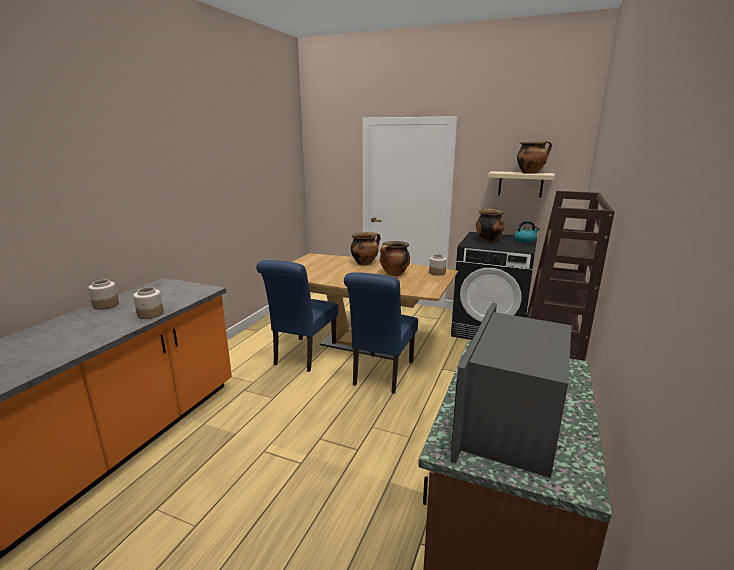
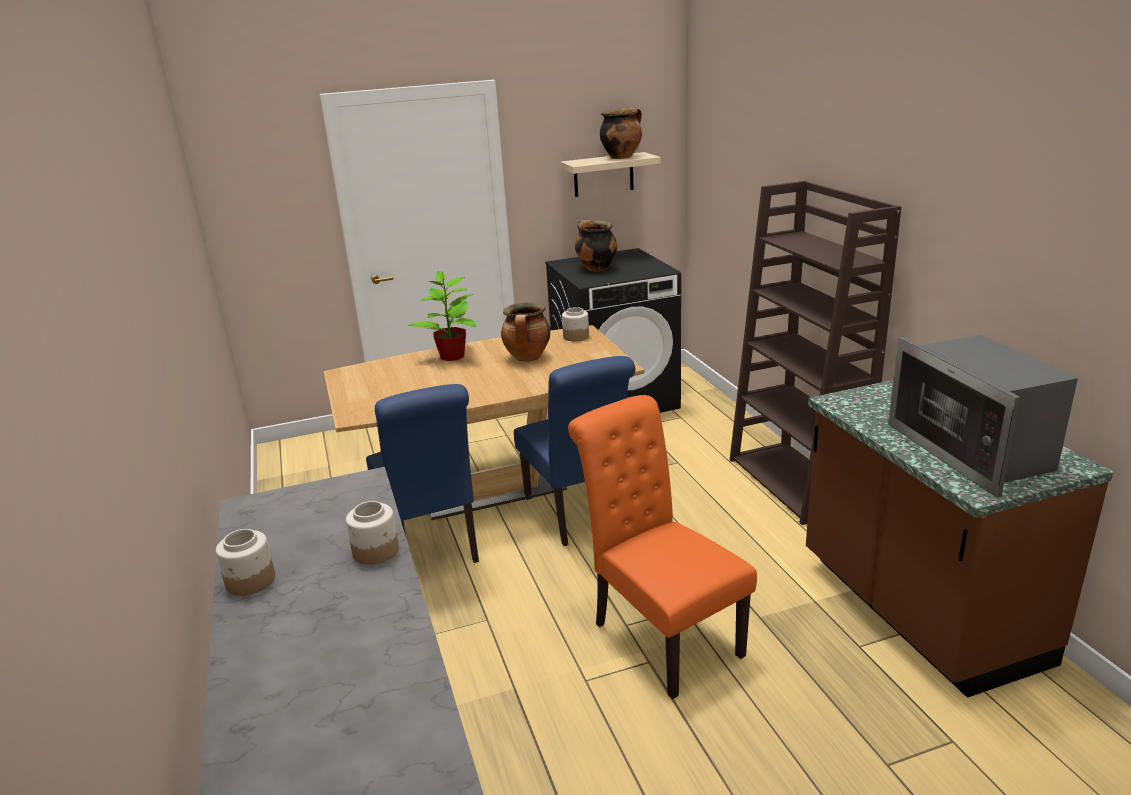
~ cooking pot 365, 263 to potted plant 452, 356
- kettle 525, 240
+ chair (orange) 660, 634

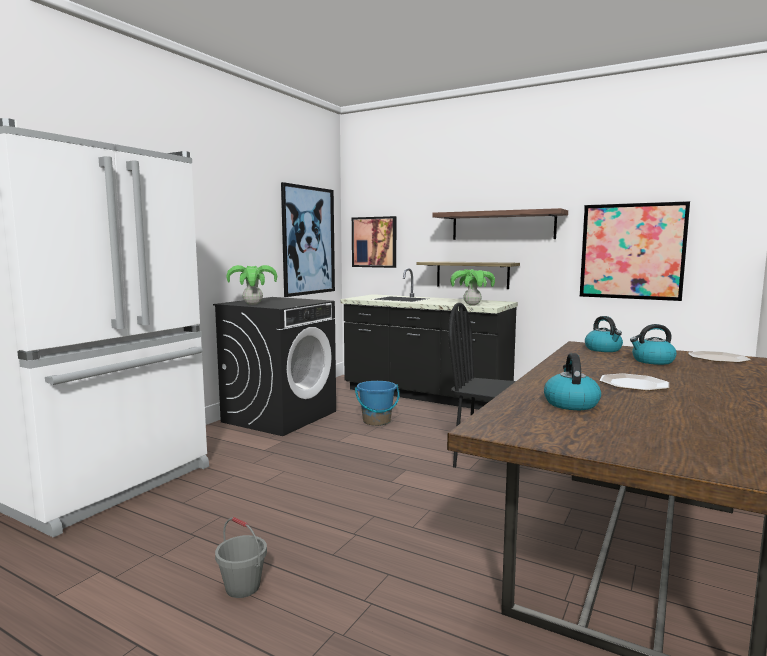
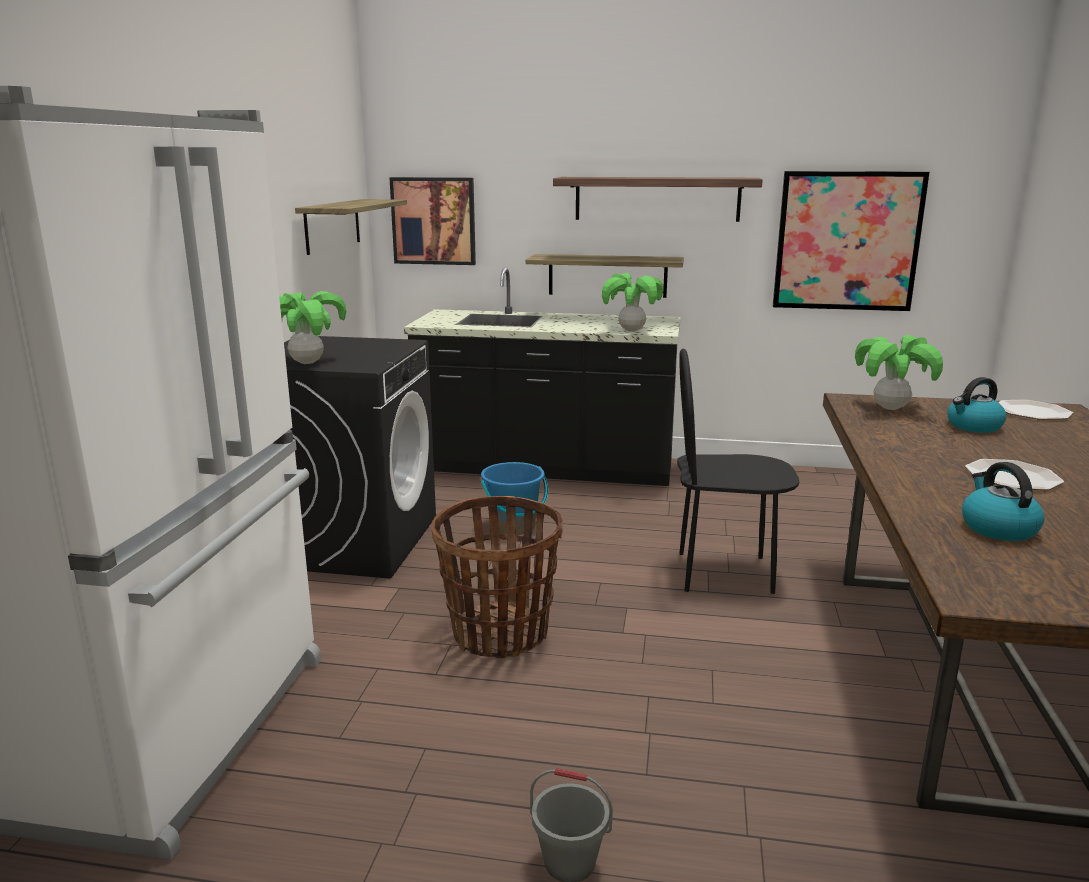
~ picture 308, 240 to shelf 332, 225
~ kettle 603, 349 to potted plant 890, 408
+ basket 500, 634

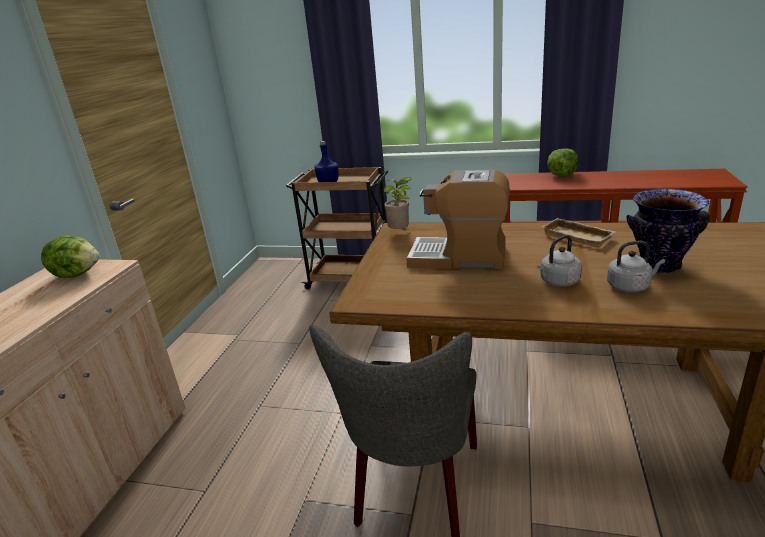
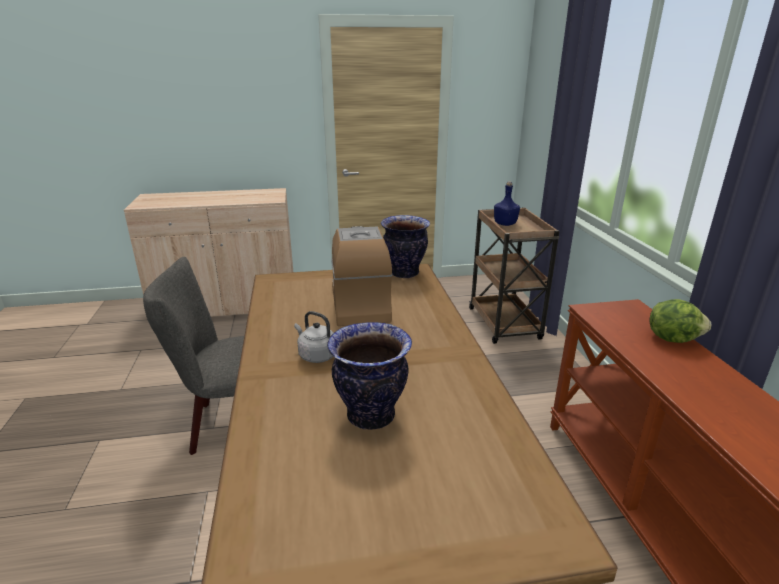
- lettuce 77, 274
~ potted plant 400, 233 to vase 405, 273
- tray (beige) 578, 236
- kettle (grey) 630, 286

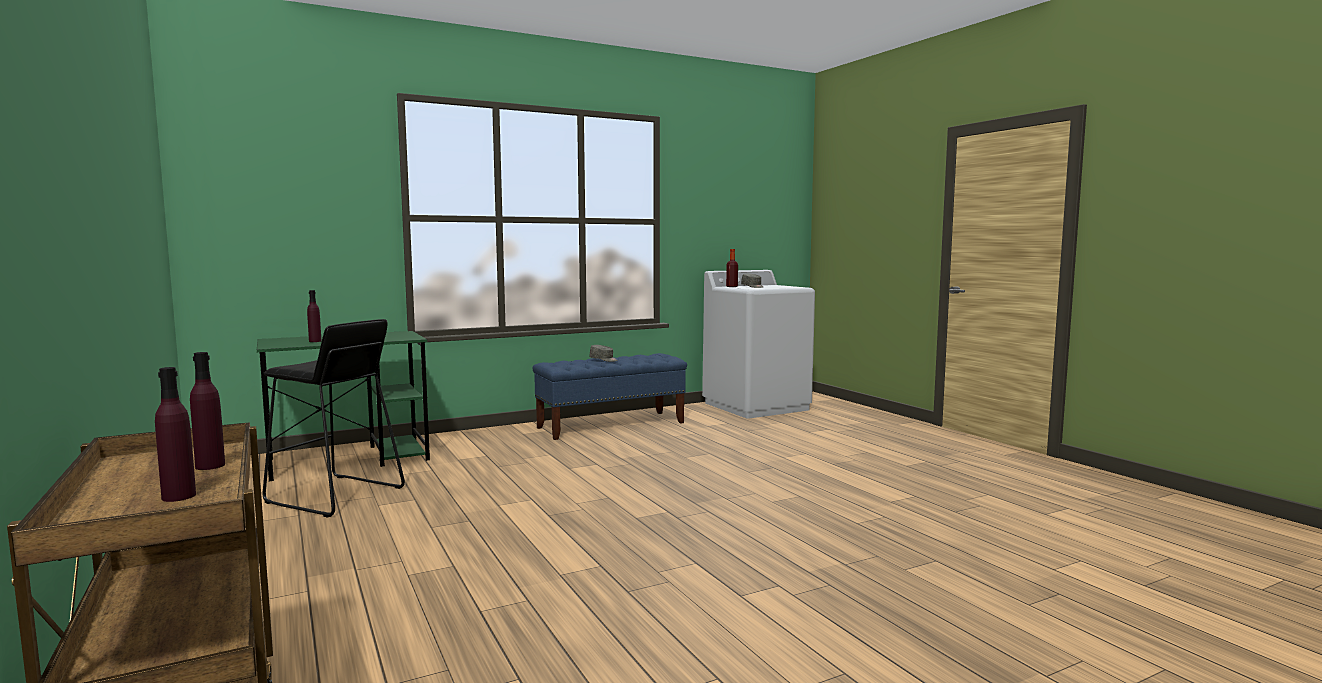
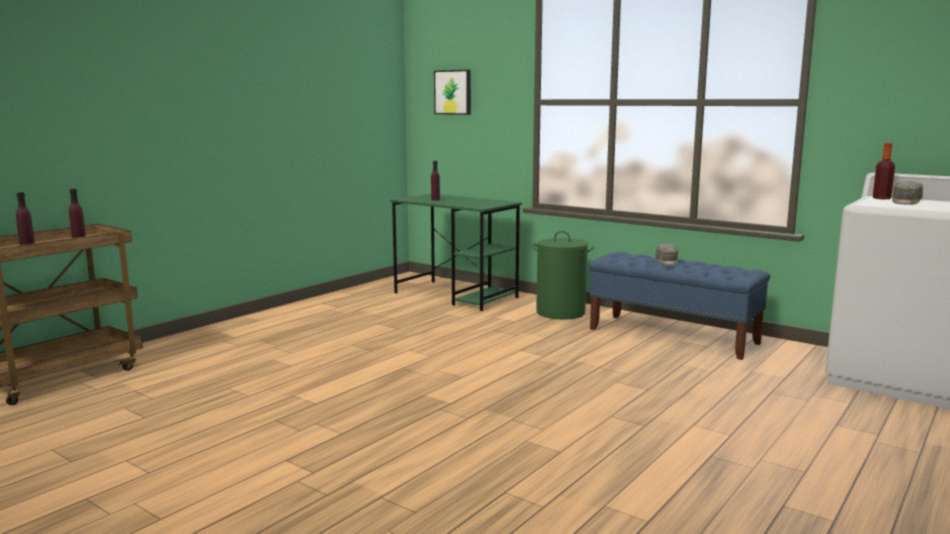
- stool (black) 335, 496
+ picture 453, 92
+ laundry basket (green) 561, 312

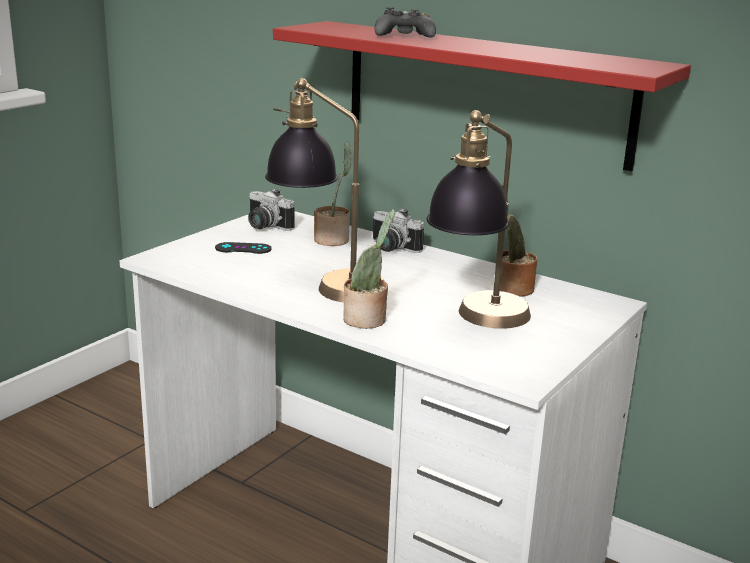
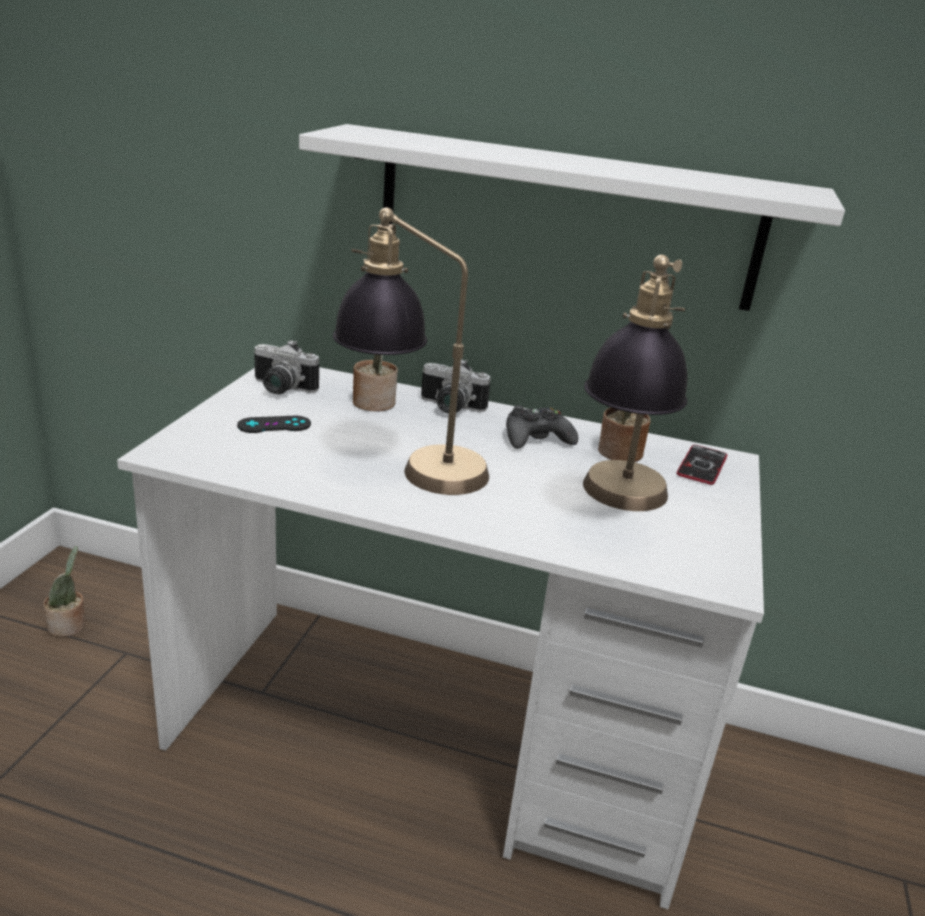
~ shelf (red) 484, 92 to shelf (white) 566, 218
~ potted plant 367, 320 to 69, 626
~ game controller (black) 404, 36 to 536, 439
+ phone 702, 466

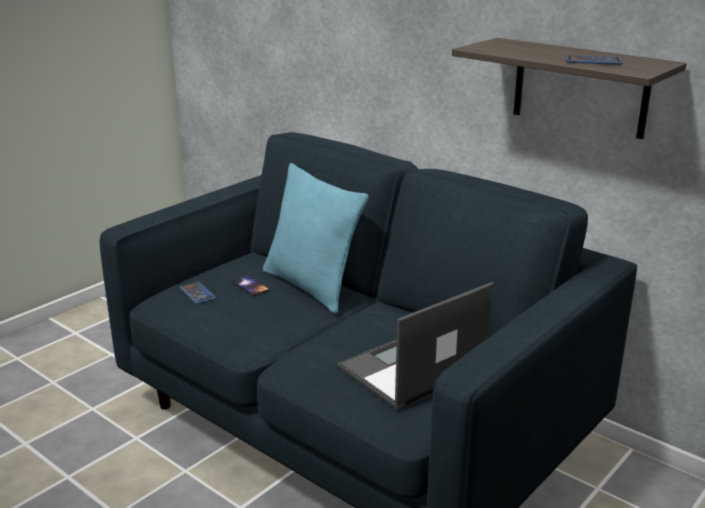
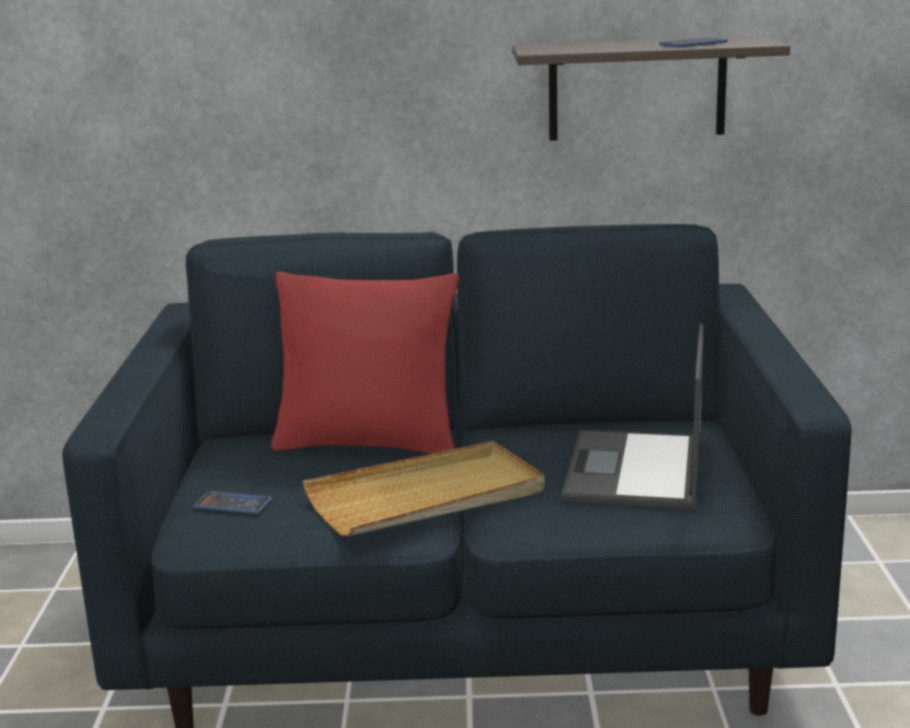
- phone 250, 286
~ pillow (turquoise) 311, 286 to pillow (red) 368, 444
+ tray (beige) 427, 497

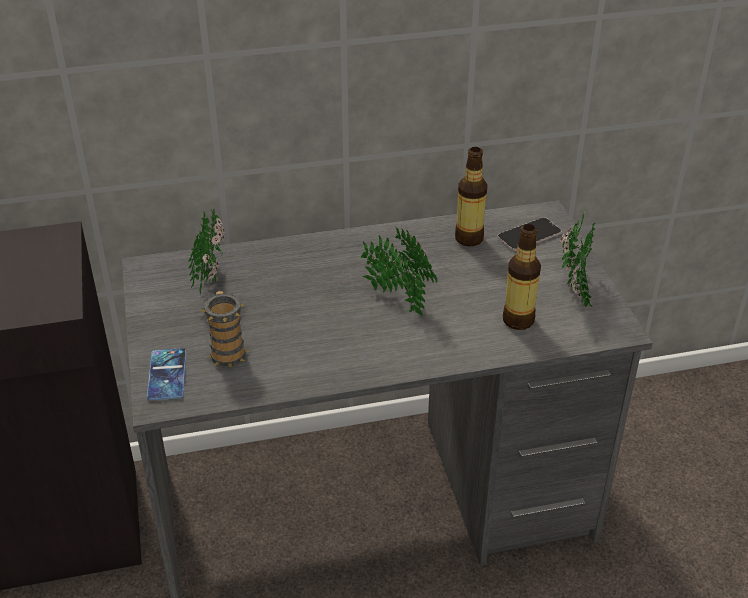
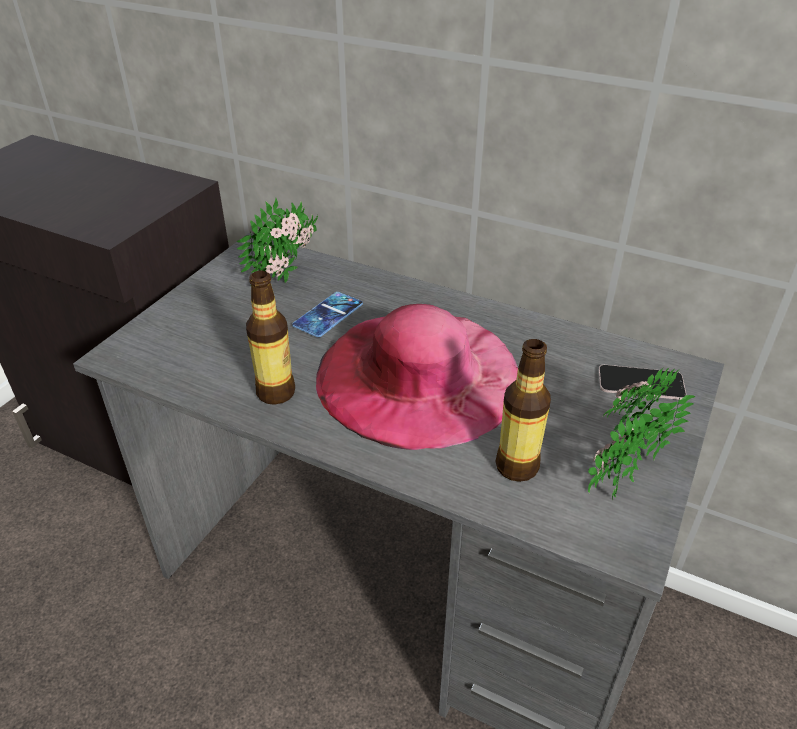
~ phone 167, 374 to 328, 315
- mug 227, 351
~ potted plant 397, 298 to hat (pink) 419, 375
~ bottle 469, 238 to 276, 392

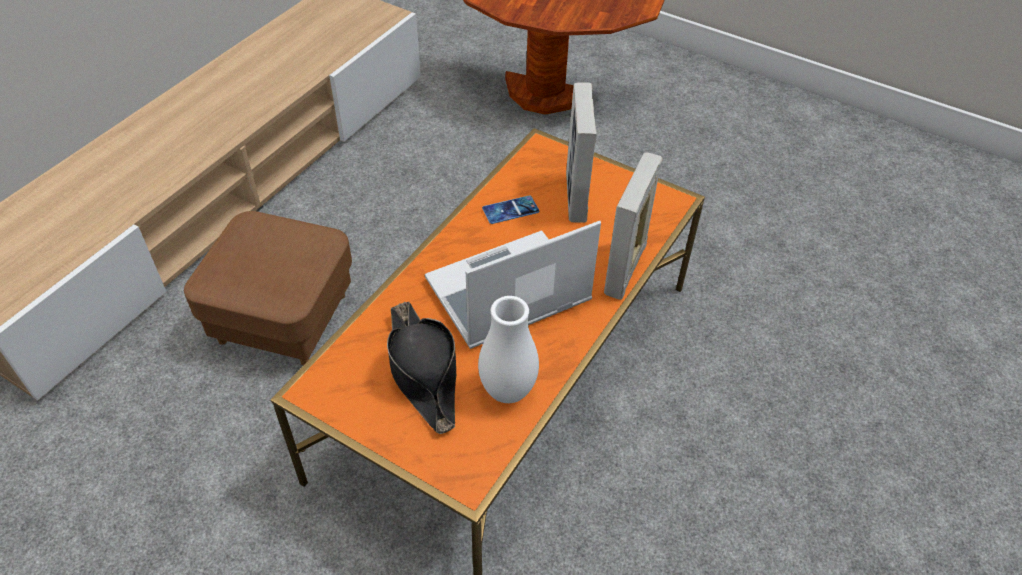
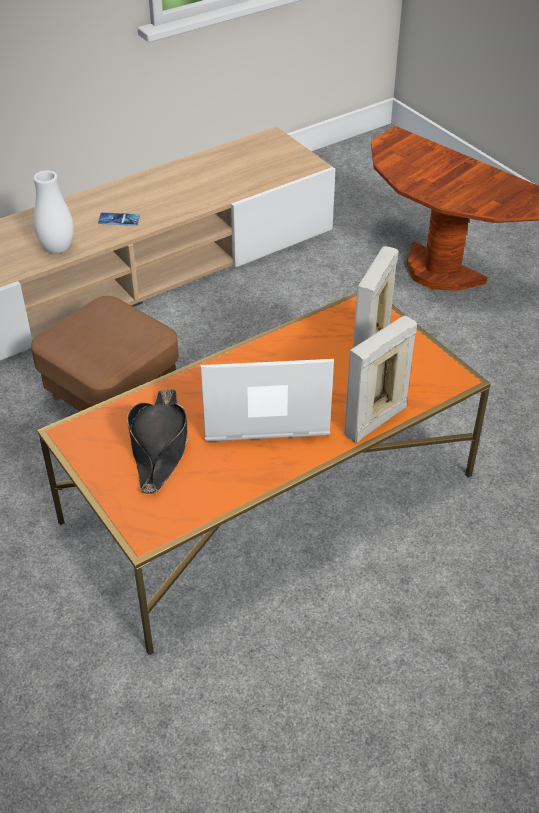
~ vase (white) 508, 391 to 57, 249
~ phone 510, 210 to 119, 219

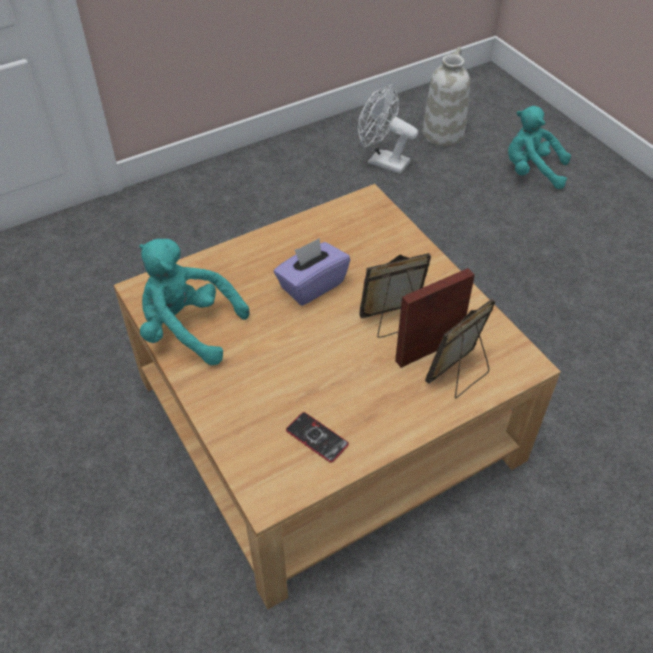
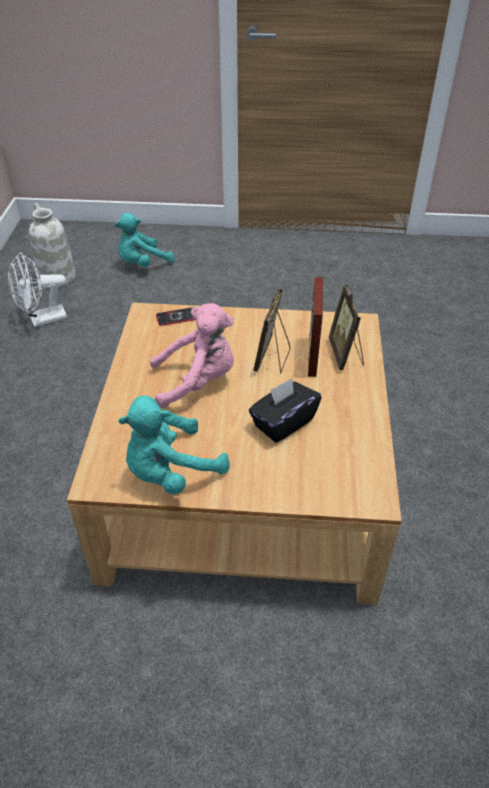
~ tissue box (purple) 311, 285 to plush toy (pink) 198, 381
~ phone 317, 437 to 177, 317
+ tissue box (black) 283, 423

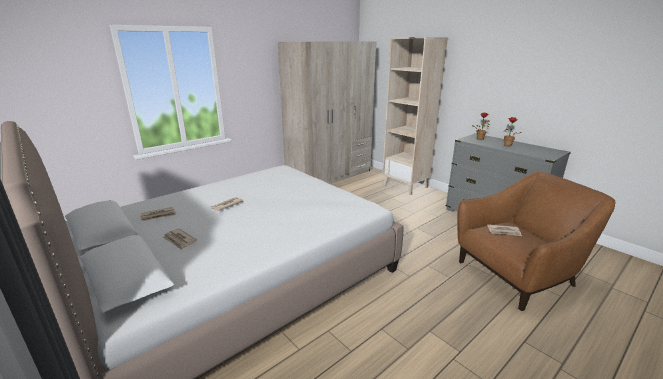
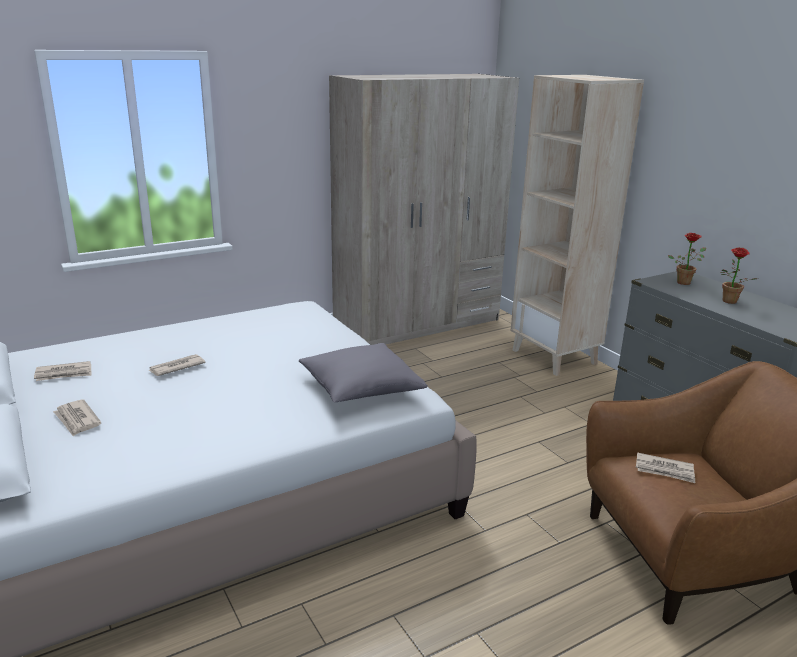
+ pillow (grey) 361, 388

